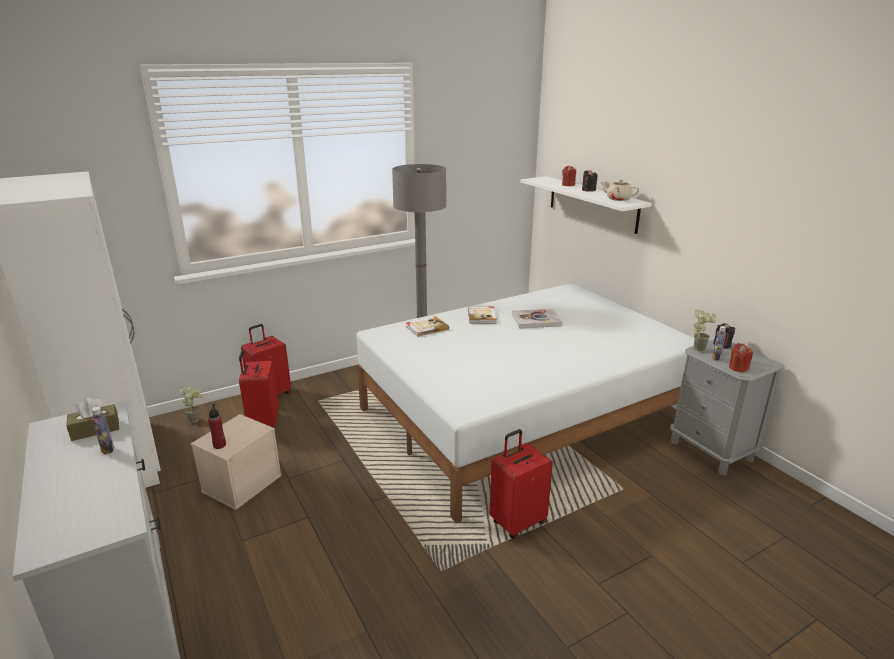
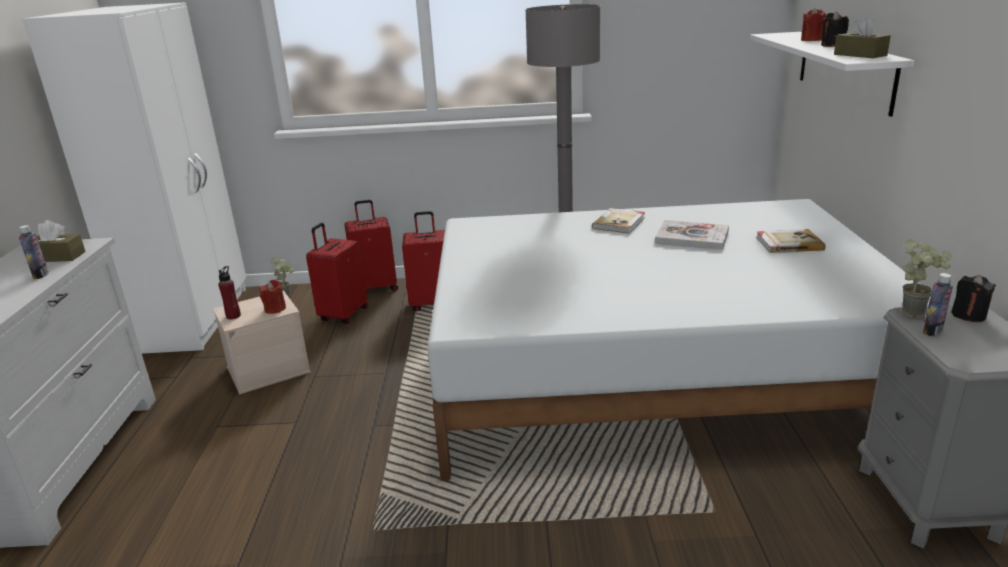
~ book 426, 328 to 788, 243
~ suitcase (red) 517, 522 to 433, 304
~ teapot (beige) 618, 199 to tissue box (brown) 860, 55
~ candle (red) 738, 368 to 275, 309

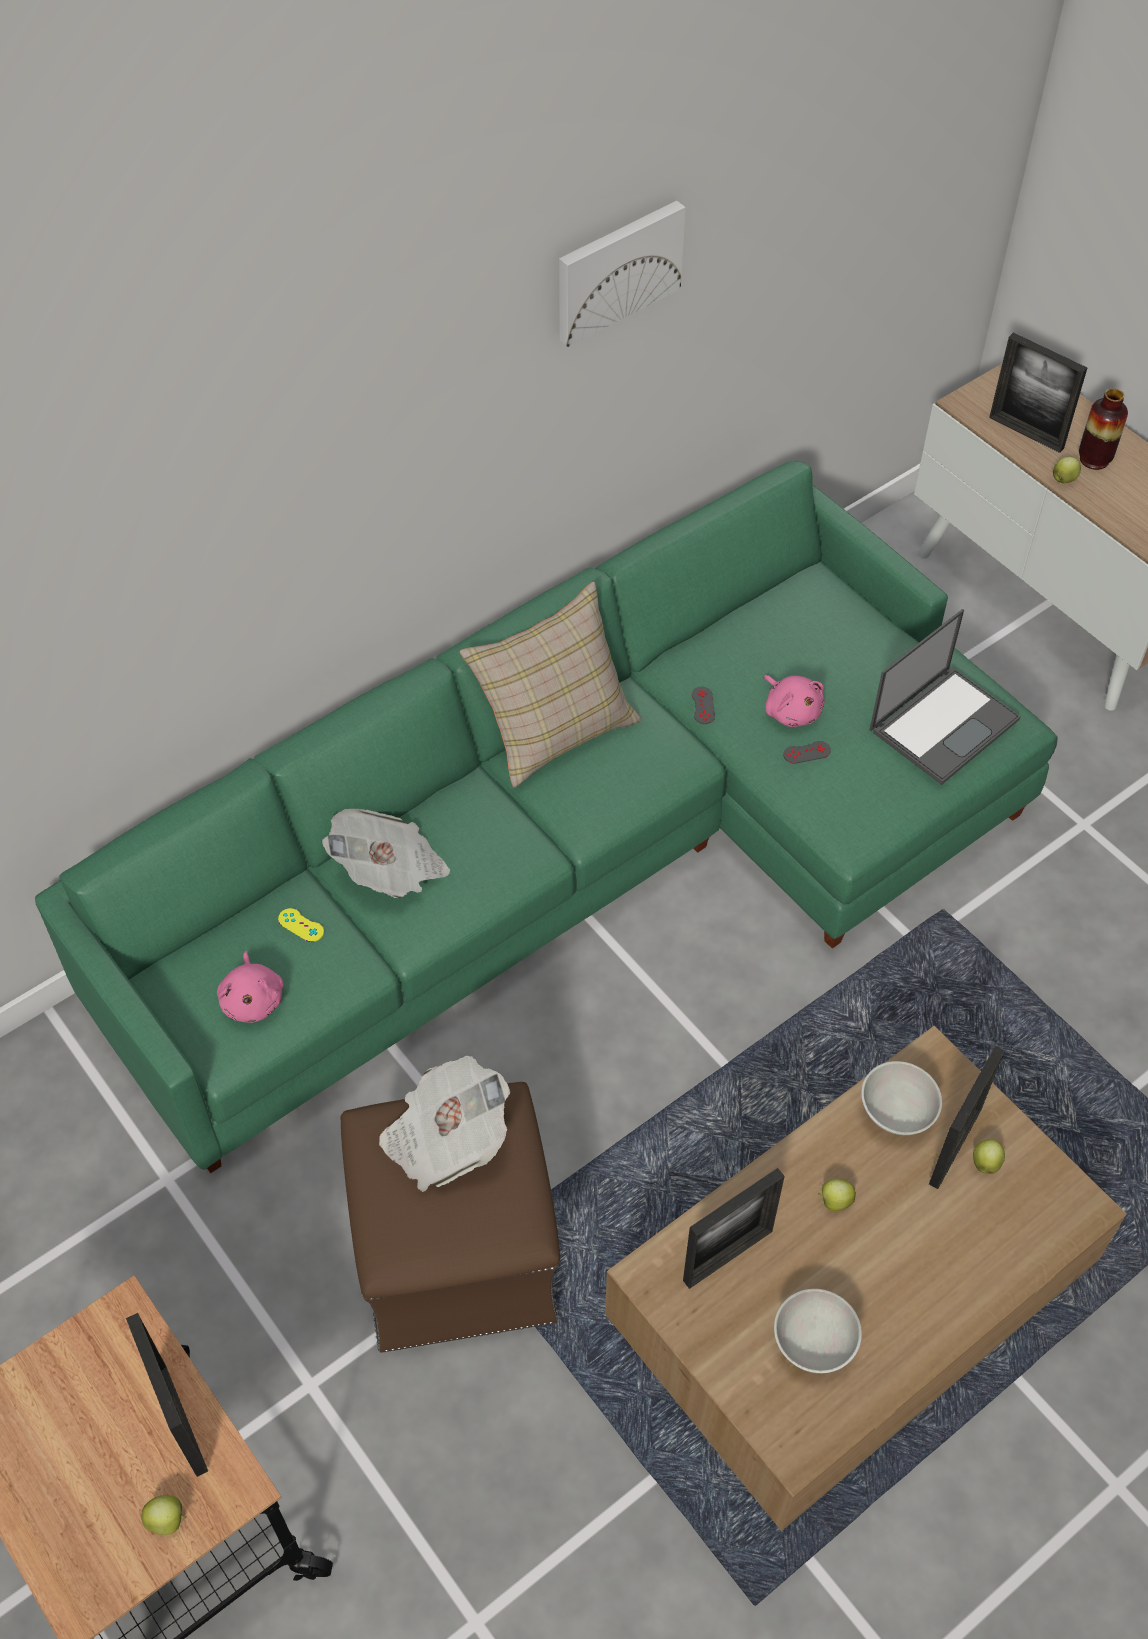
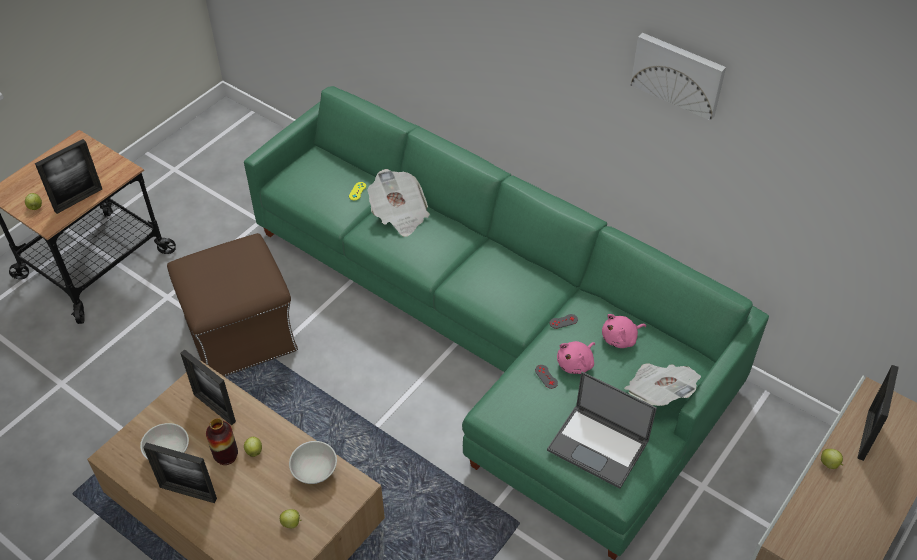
~ plush toy (pink) 253, 999 to 621, 338
~ newspaper 445, 1138 to 659, 393
- pillow (beige) 555, 727
~ picture frame 955, 1147 to 188, 492
~ vase 1094, 459 to 226, 456

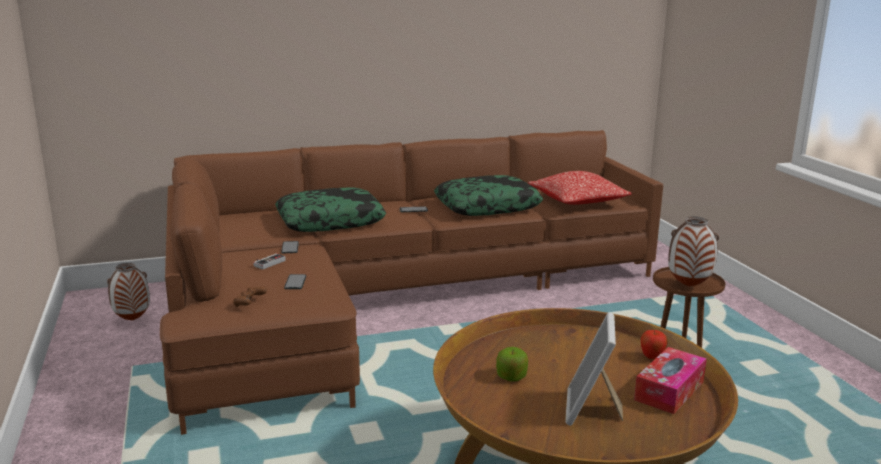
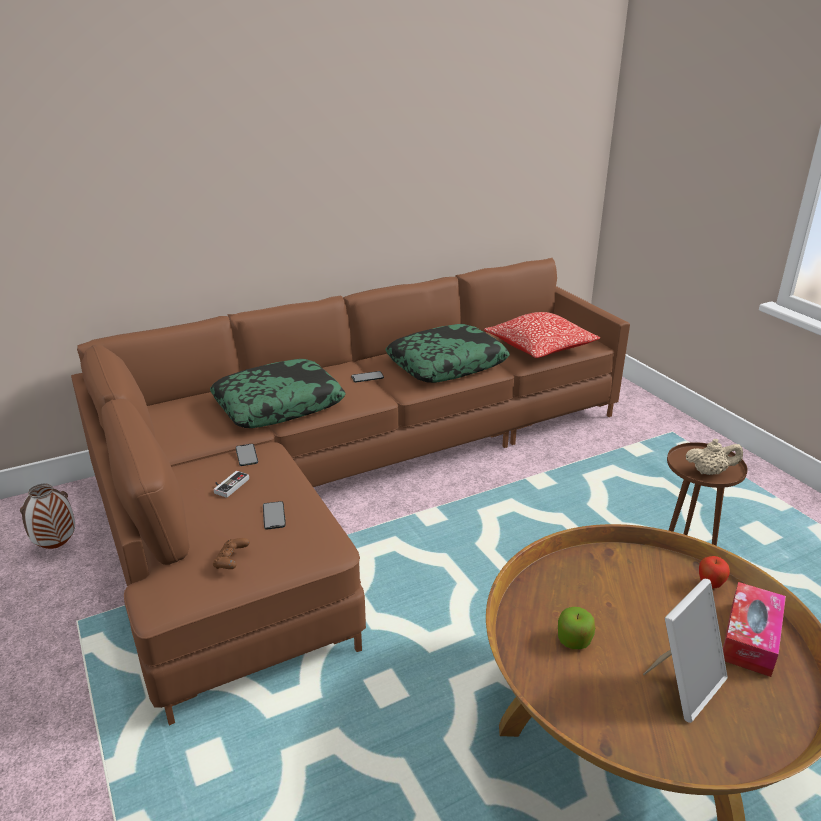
~ picture frame 591, 410 = 682, 684 135 degrees counterclockwise
~ vase 689, 286 to teapot (beige) 710, 472

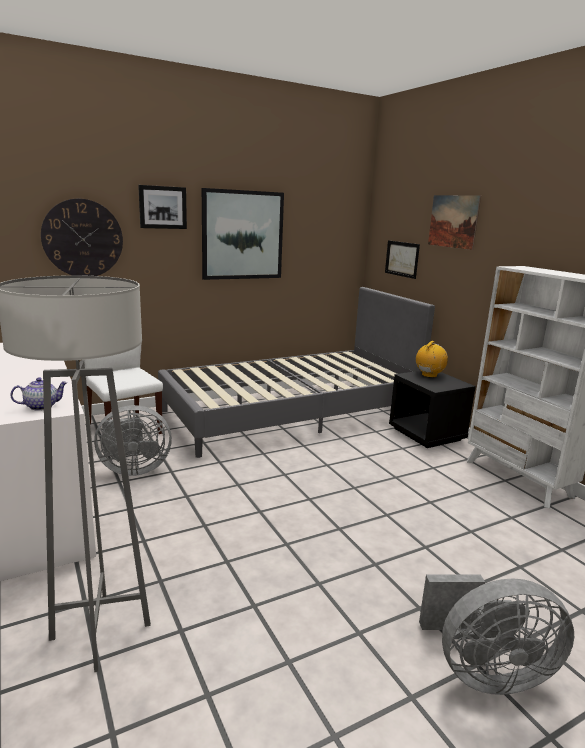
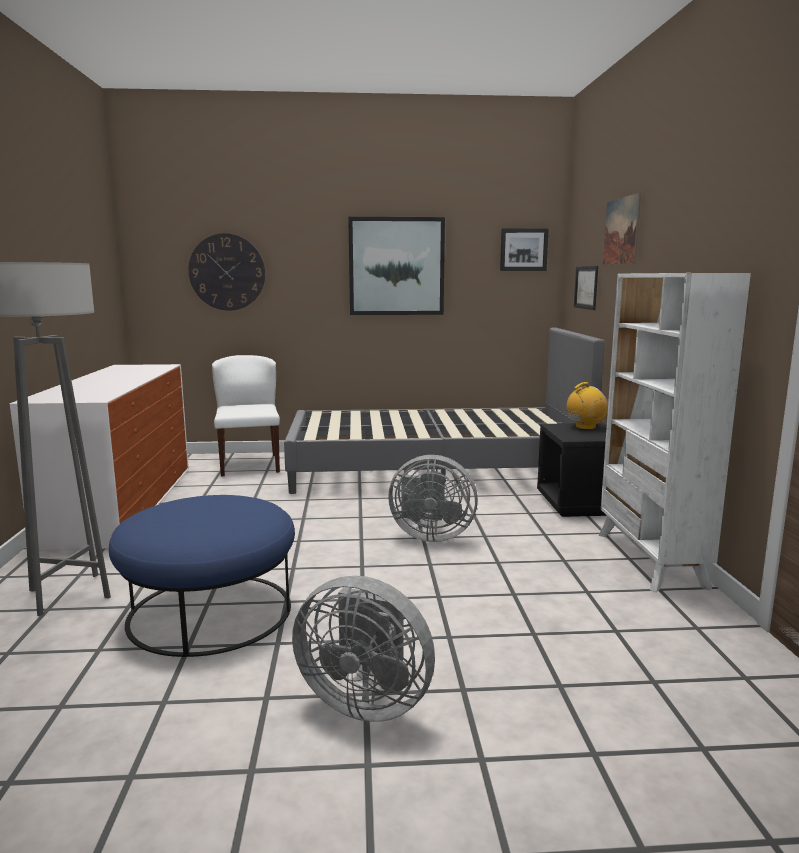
- teapot 41, 406
~ fan (grey) 133, 469 to 430, 535
~ picture 162, 207 to 523, 249
+ ottoman (blue) 210, 611

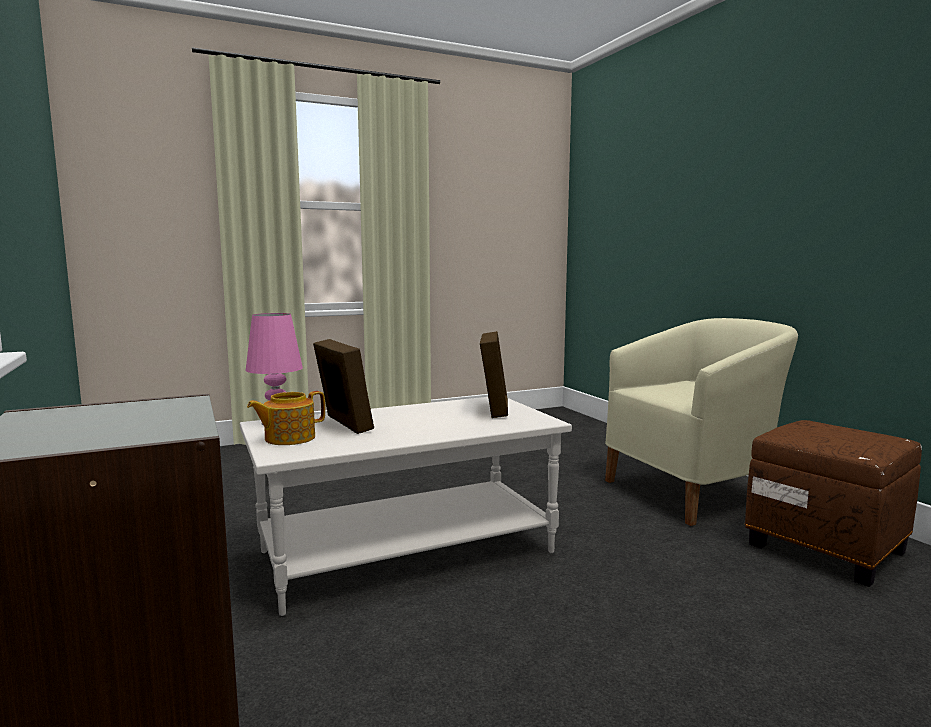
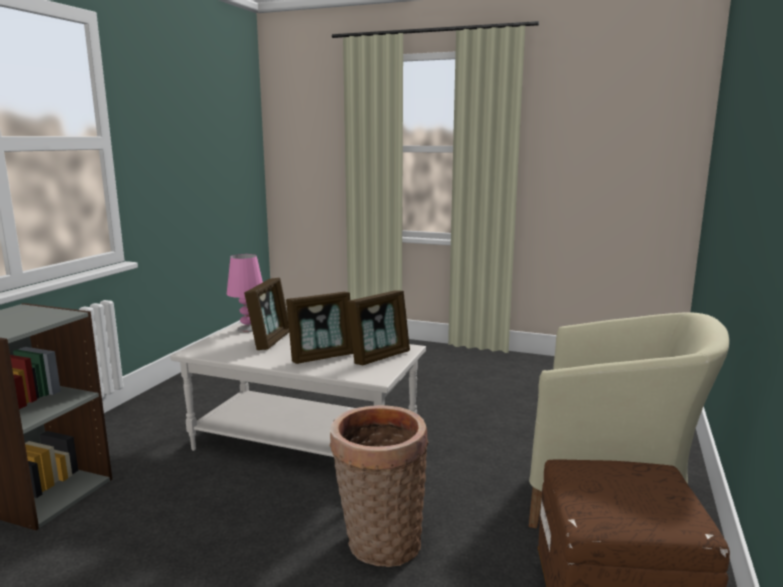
- teapot 288, 438
+ picture frame 322, 357
+ basket 379, 543

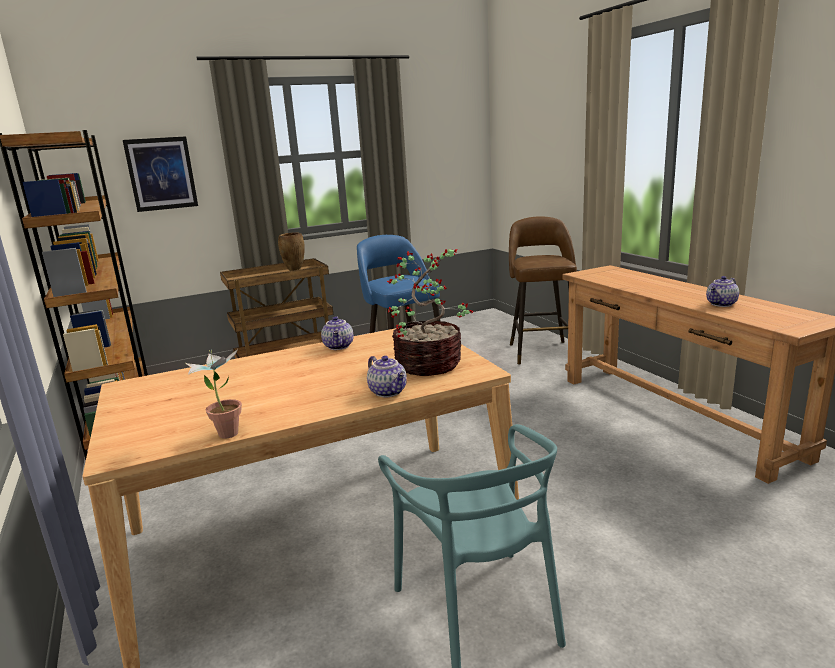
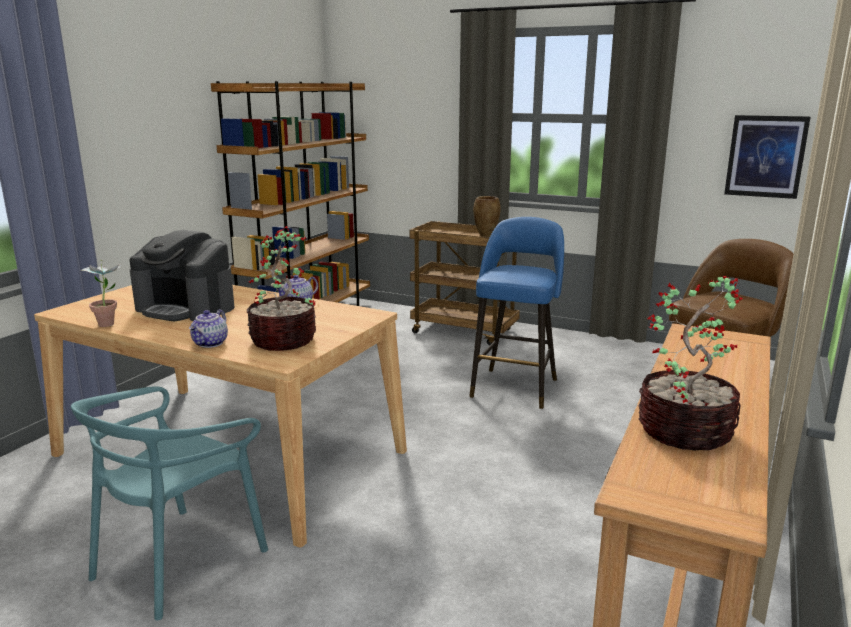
~ picture 161, 174 to 765, 156
~ teapot 722, 304 to potted plant 686, 430
+ coffee machine 186, 308

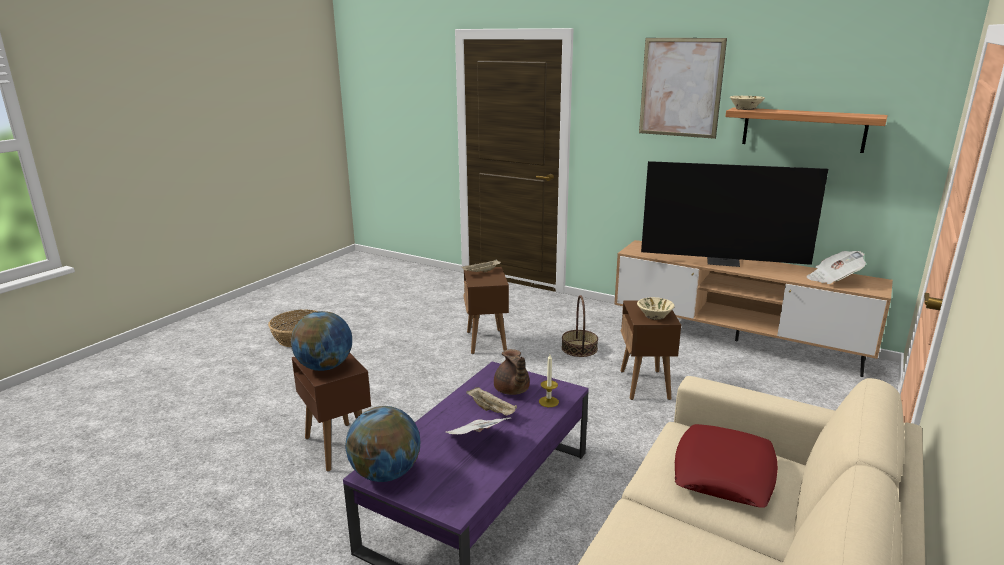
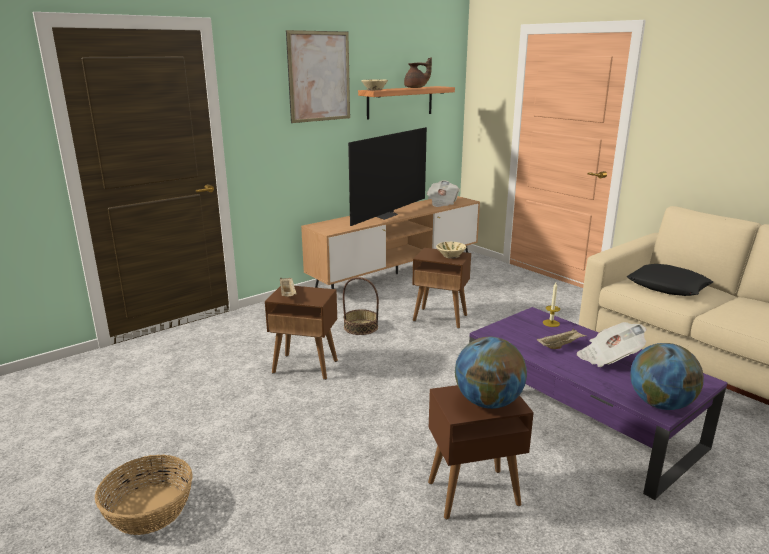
~ teapot (brown) 512, 390 to 416, 88
~ pillow (red) 724, 473 to pillow (black) 668, 286

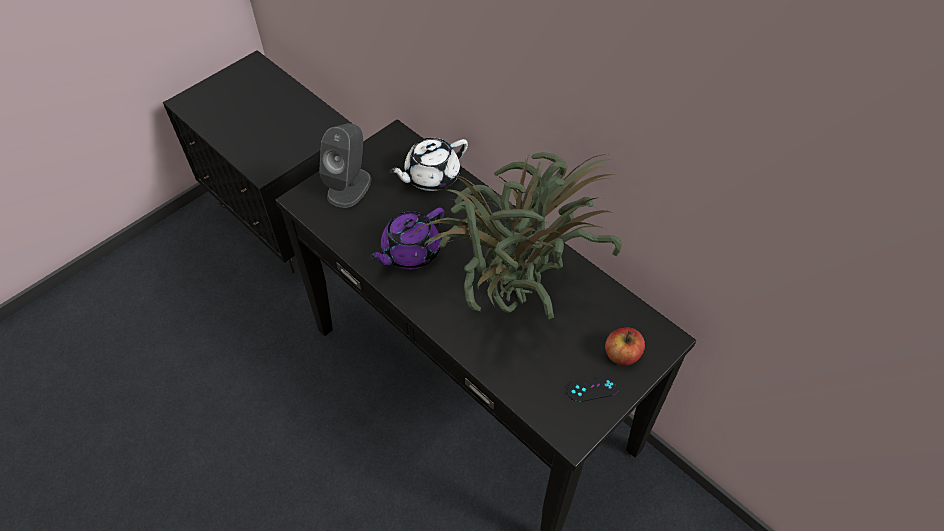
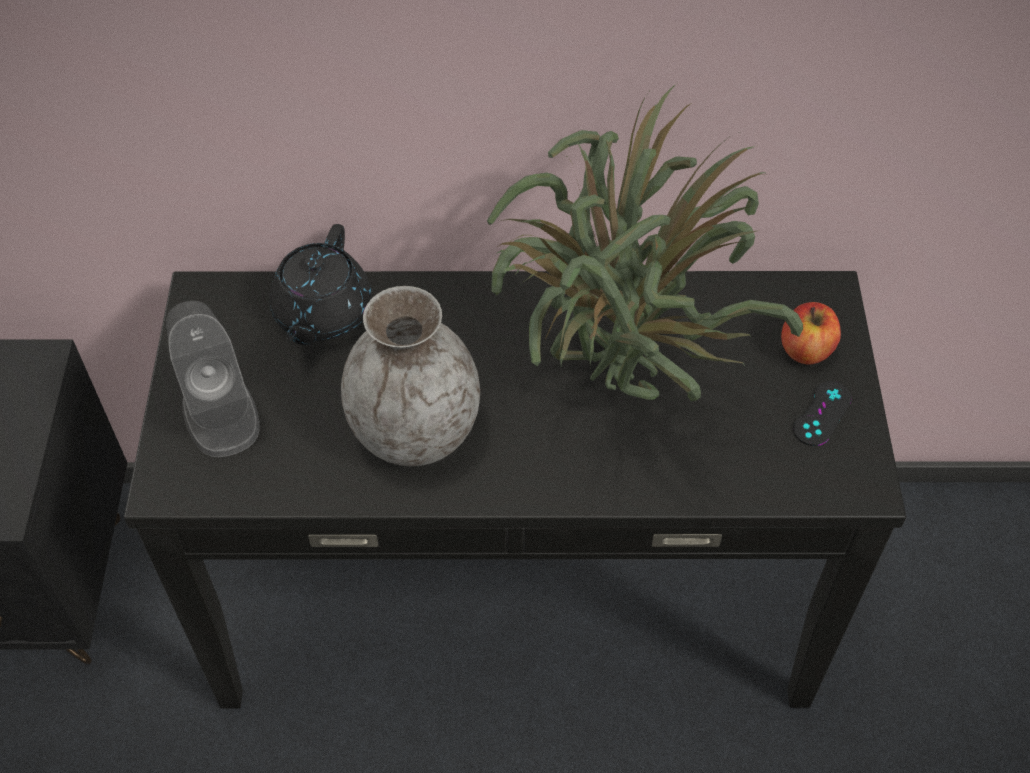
~ teapot (purple) 410, 252 to vase (grey) 416, 433
~ teapot (white) 431, 176 to teapot (black) 322, 314

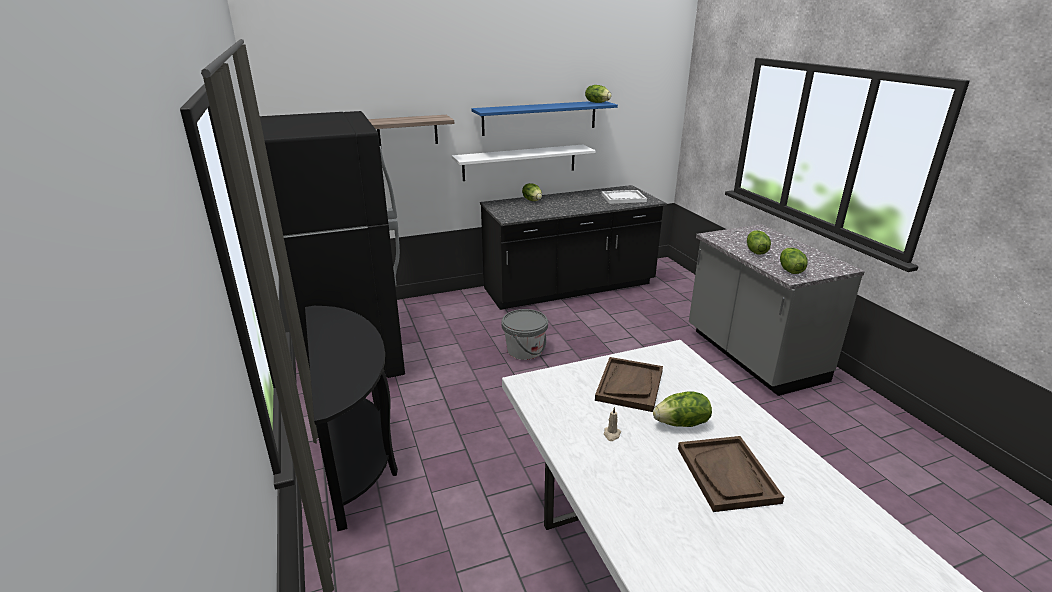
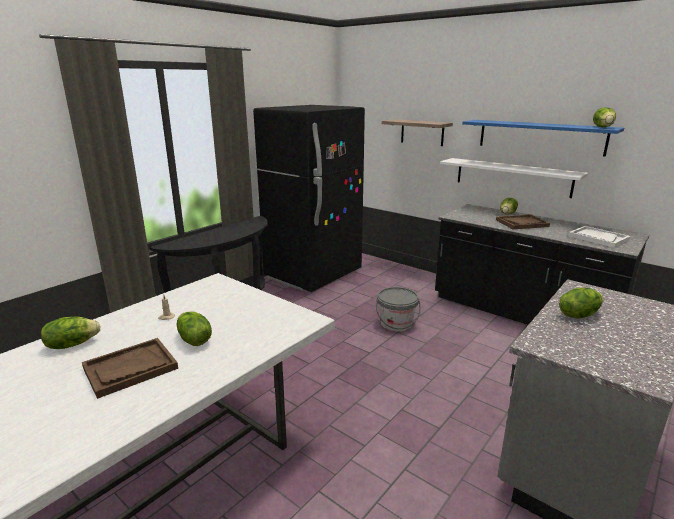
~ tray (brown) 629, 385 to 522, 223
~ lettuce 789, 270 to 72, 344

